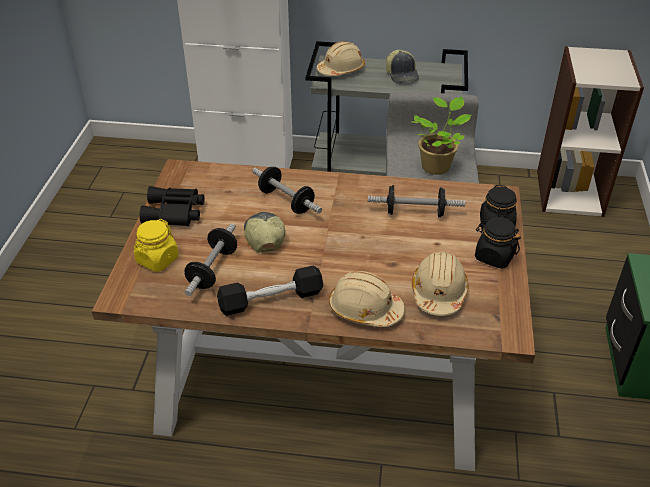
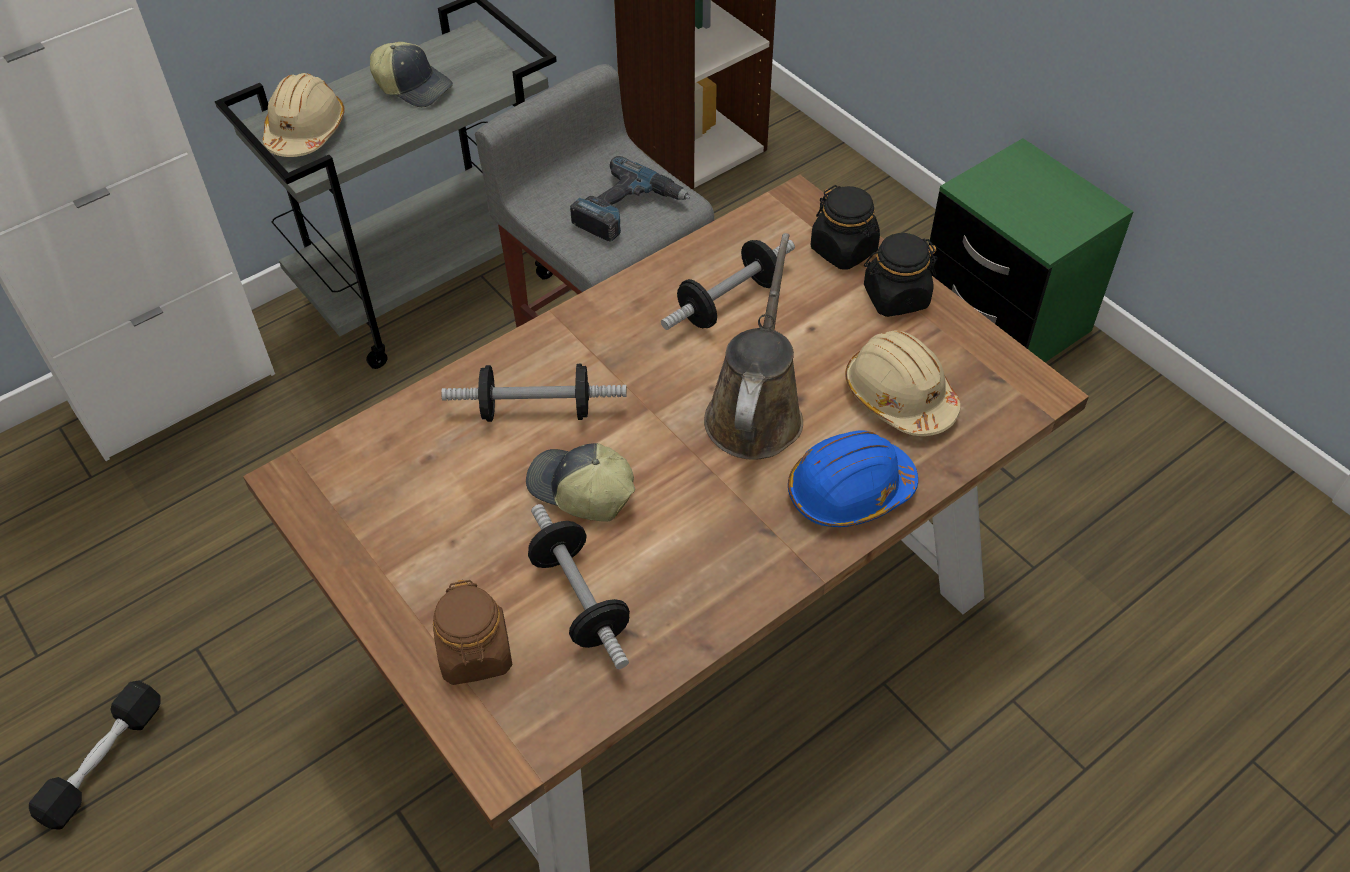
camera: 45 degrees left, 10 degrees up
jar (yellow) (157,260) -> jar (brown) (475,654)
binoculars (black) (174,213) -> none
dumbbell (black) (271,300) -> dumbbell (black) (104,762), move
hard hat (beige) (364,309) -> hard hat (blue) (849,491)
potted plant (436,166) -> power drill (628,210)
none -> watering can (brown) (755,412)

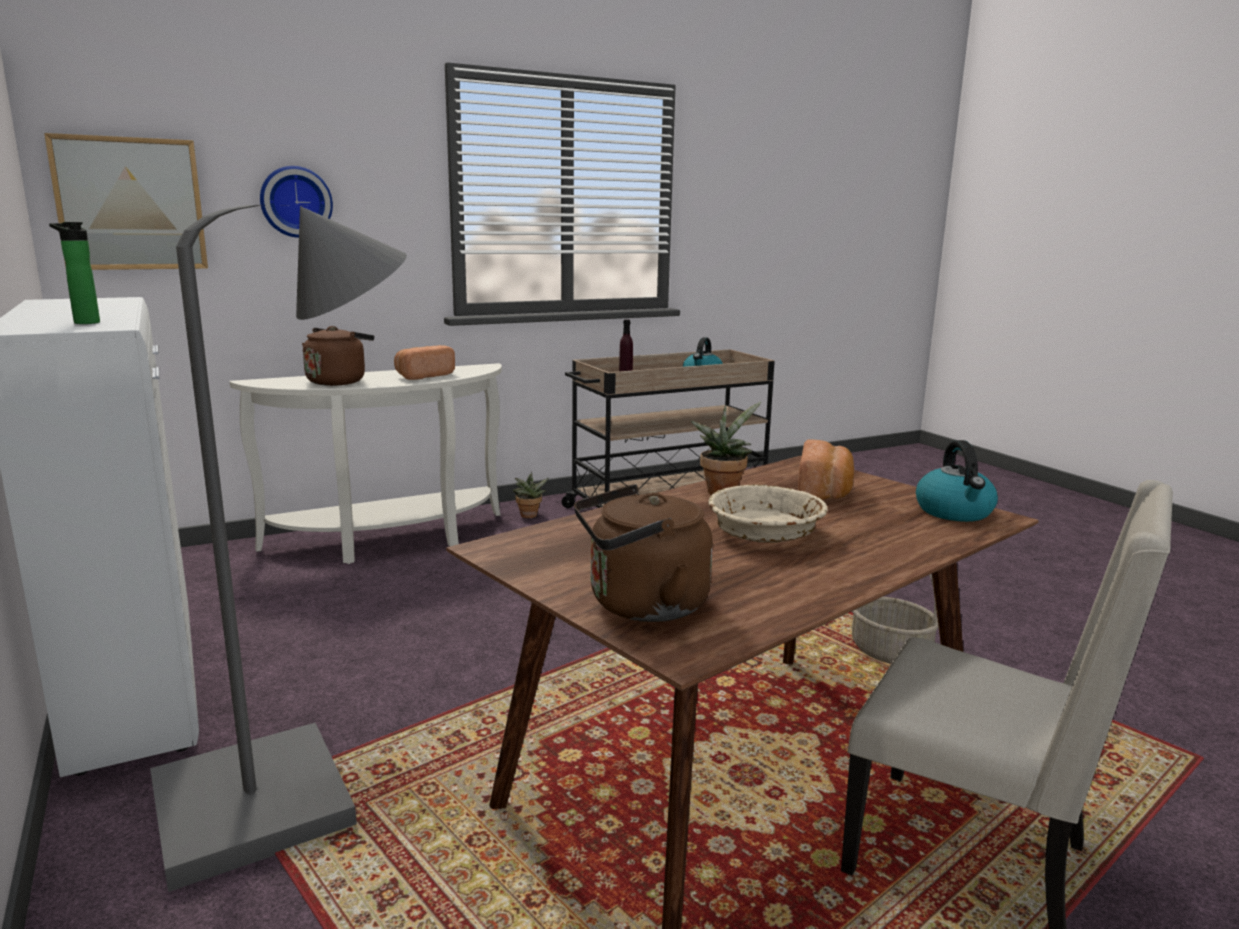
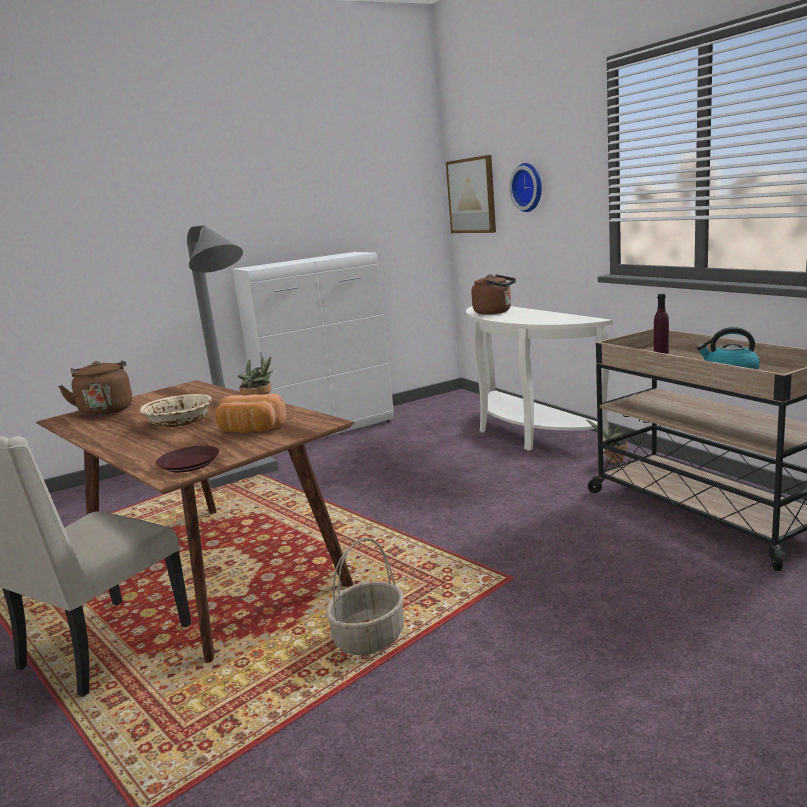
camera: 90 degrees right, 0 degrees up
bottle (84,322) -> none
bread (423,376) -> none
kettle (955,512) -> plate (brown) (189,464)

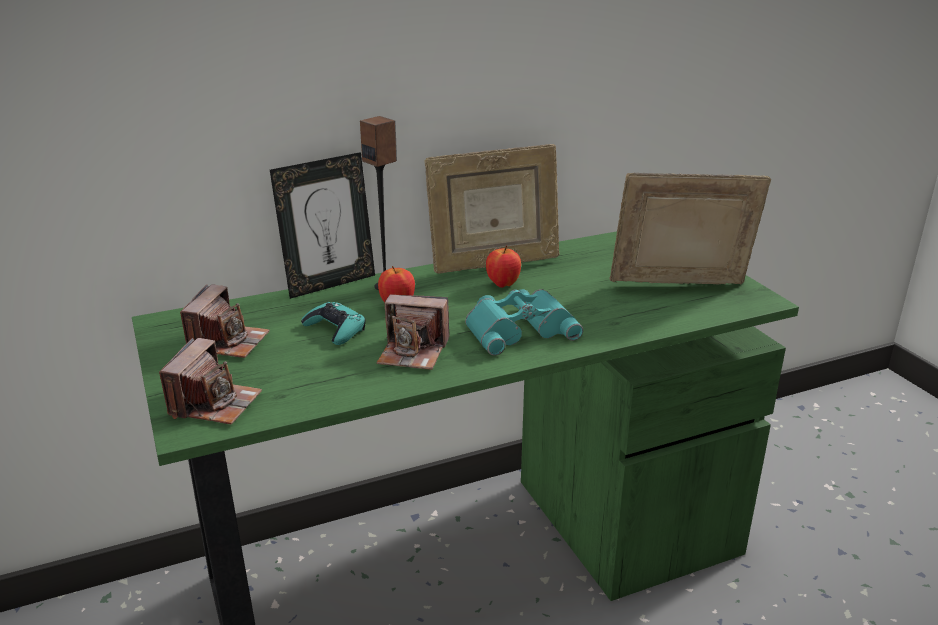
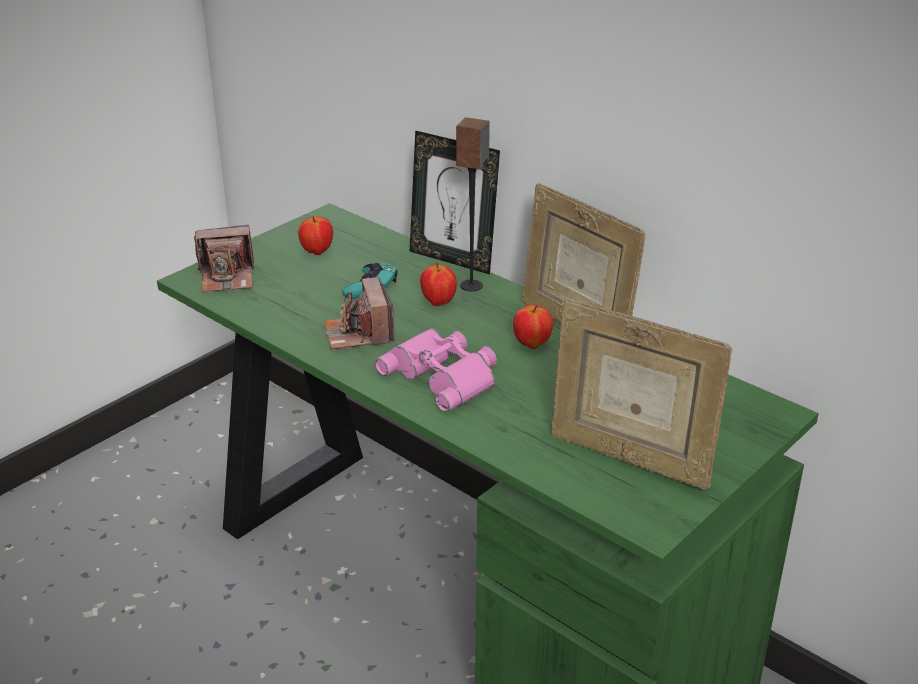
camera: 65 degrees right, 5 degrees up
photo camera (228,342) -> apple (317,251)
binoculars (turquoise) (519,328) -> binoculars (pink) (444,375)
picture frame (679,288) -> picture frame (629,457), 150 degrees clockwise

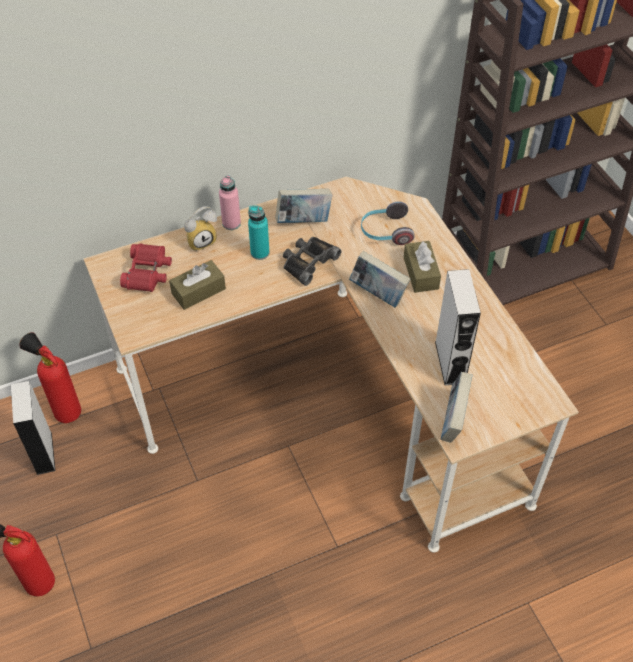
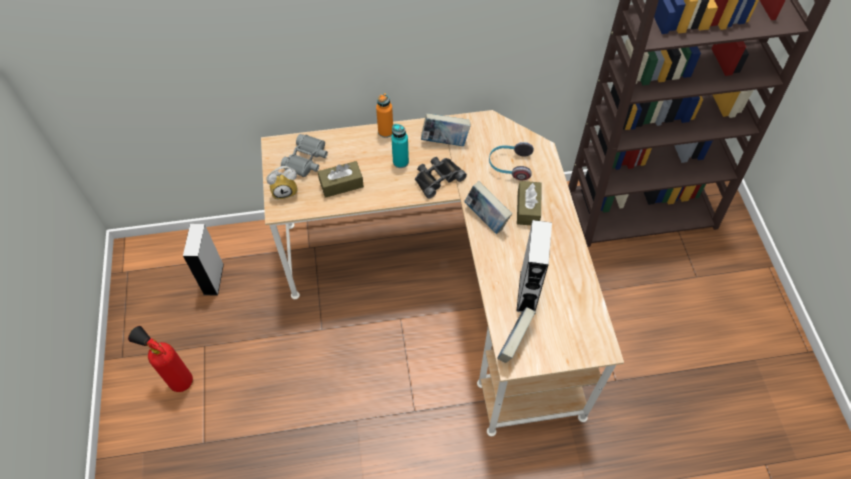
camera: 15 degrees right, 5 degrees up
fire extinguisher (64,410) -> none
binoculars (red) (148,273) -> binoculars (grey) (307,160)
alarm clock (201,240) -> alarm clock (285,190), move
bottle (pink) (231,223) -> bottle (orange) (385,132)

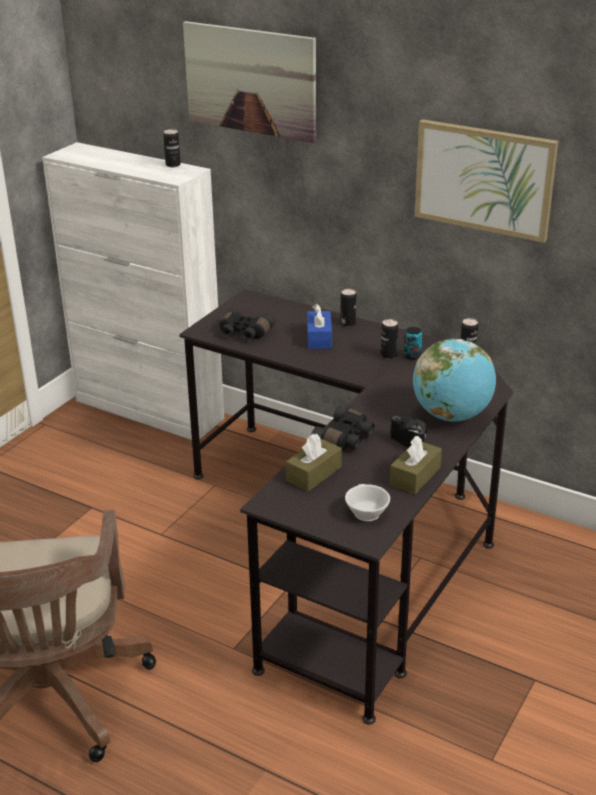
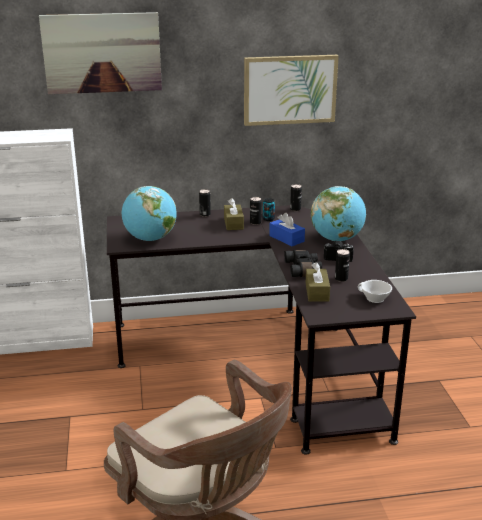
camera: 40 degrees left, 5 degrees down
can (173,165) -> can (341,279), move
binoculars (black) (244,333) -> globe (150,239)
tissue box (blue) (319,338) -> tissue box (blue) (286,238), move
tissue box (brown) (415,476) -> tissue box (brown) (233,223), move

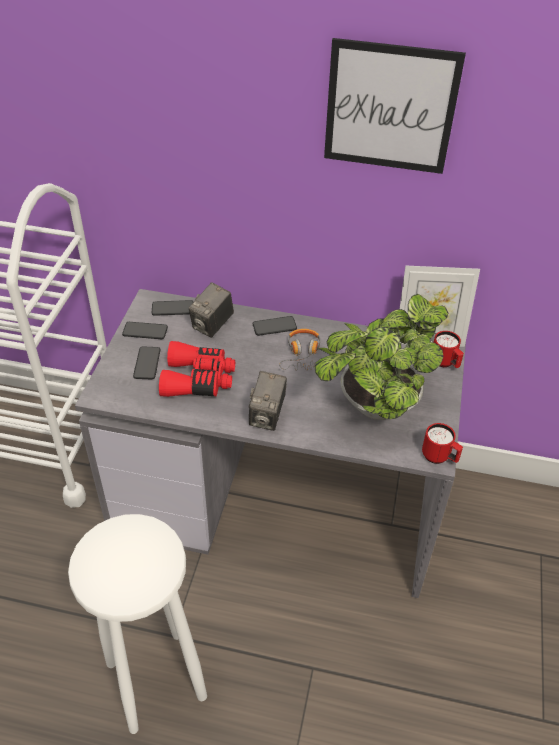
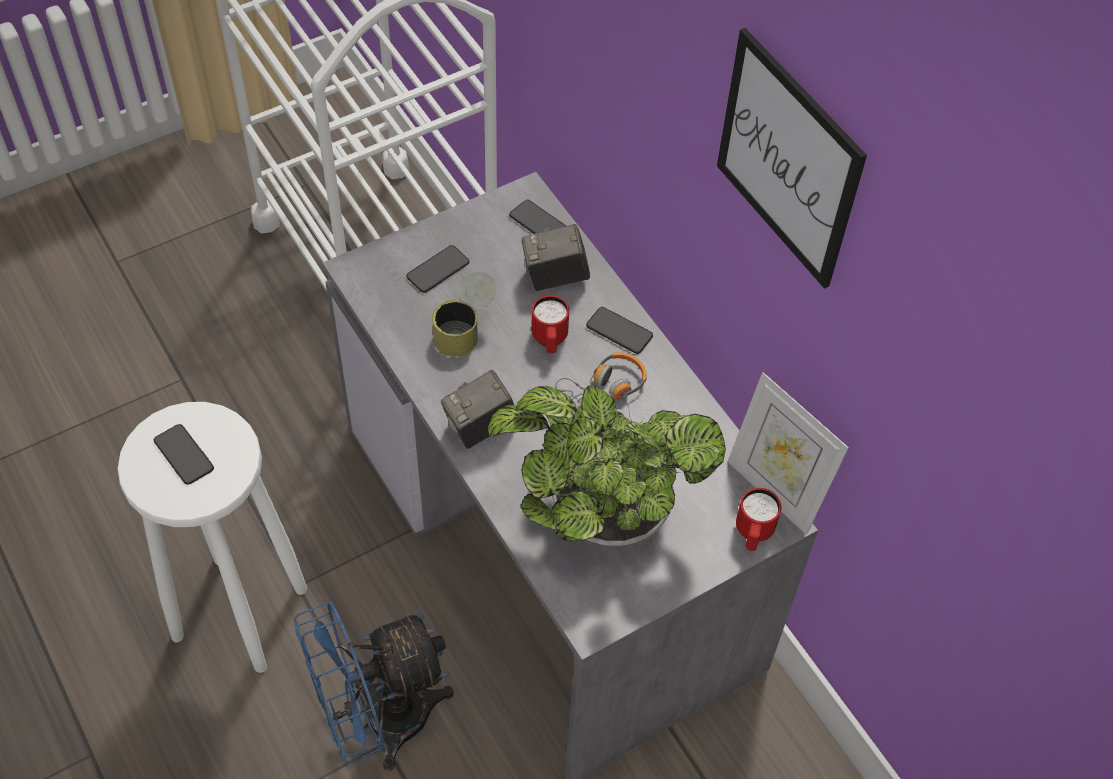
camera: 45 degrees right, 10 degrees up
phone (145,331) -> phone (184,455), move
binoculars (red) (198,379) -> can (465,330)
mug (red) (439,457) -> mug (red) (549,341), move
none -> fan (blue) (379,721)

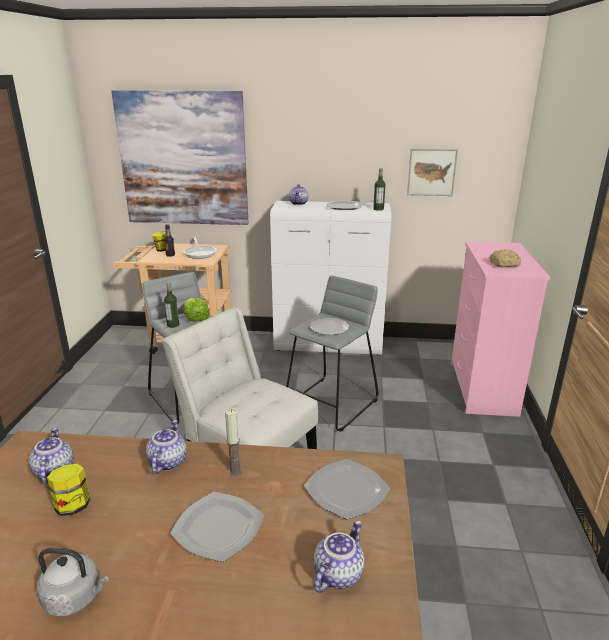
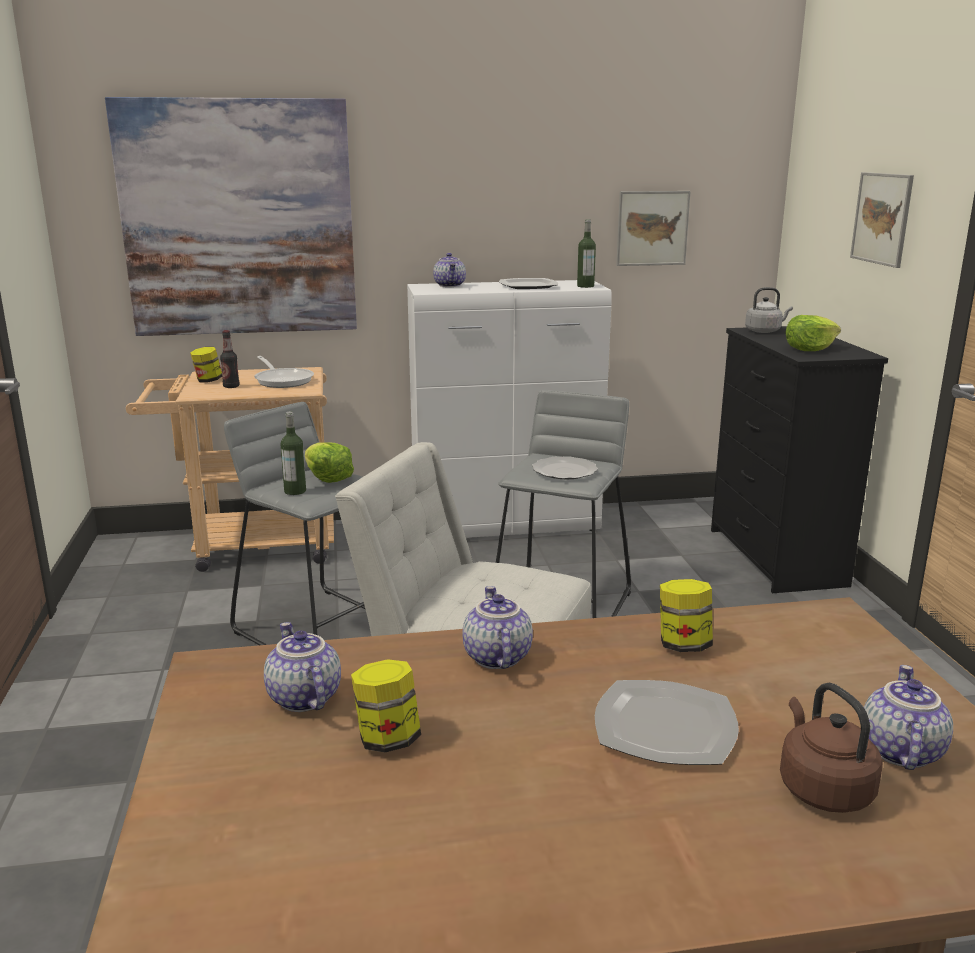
camera: 15 degrees left, 5 degrees down
kettle (grey) (76,597) -> kettle (grey) (764,331), move
candle (235,471) -> none
plate (347,491) -> none
dresser (pink) (482,388) -> dresser (black) (775,557)
bread (503,264) -> lettuce (809,349)
none -> jar (683,645)
none -> kettle (brown) (822,788)
none -> picture (882,218)

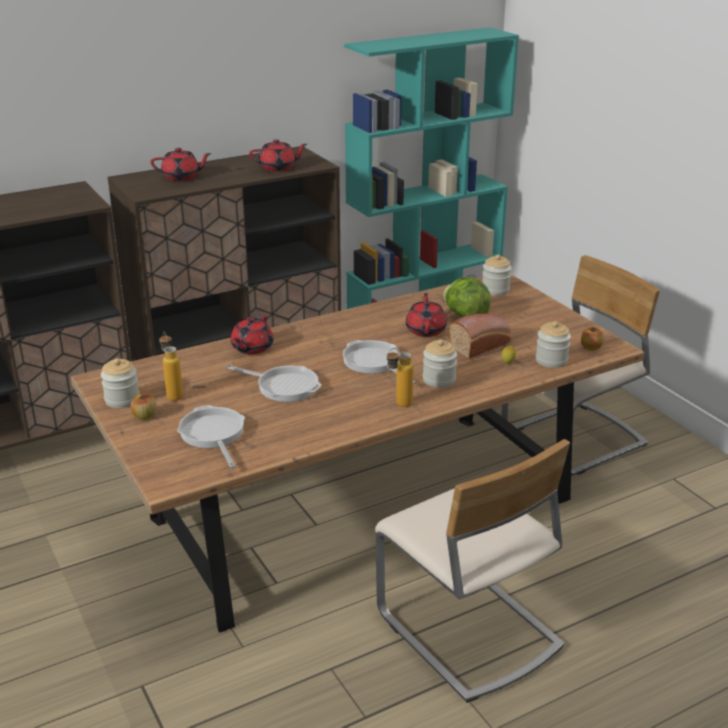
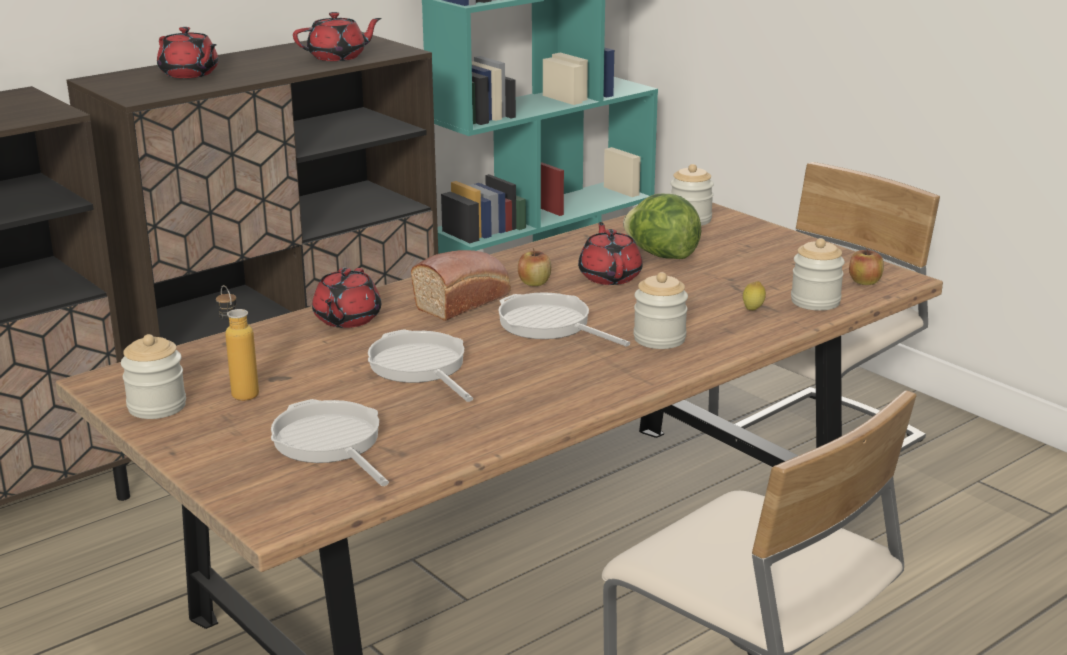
camera: 10 degrees left, 5 degrees down
apple (144,416) -> apple (534,283), move
teapot (red) (182,177) -> teapot (red) (190,74), 60 degrees clockwise
frying pan (284,386) -> frying pan (420,367), 135 degrees counterclockwise
bottle (398,405) -> none
bread (482,345) -> bread (465,301), move

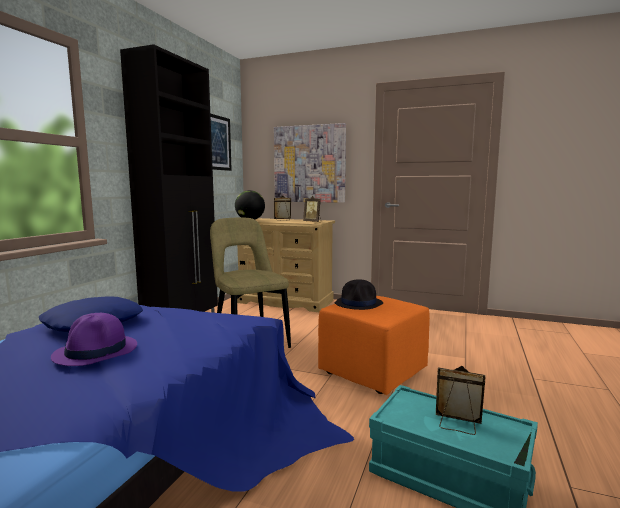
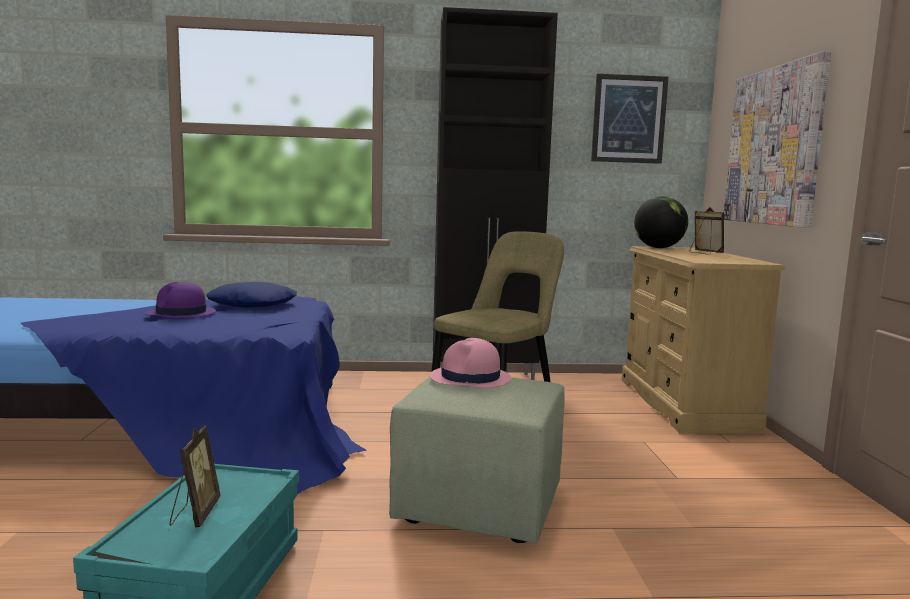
camera: 65 degrees right, 0 degrees up
picture frame (313,222) -> none
ottoman (orange) (373,371) -> ottoman (green) (481,506)
hat (black) (359,303) -> hat (pink) (470,379)

